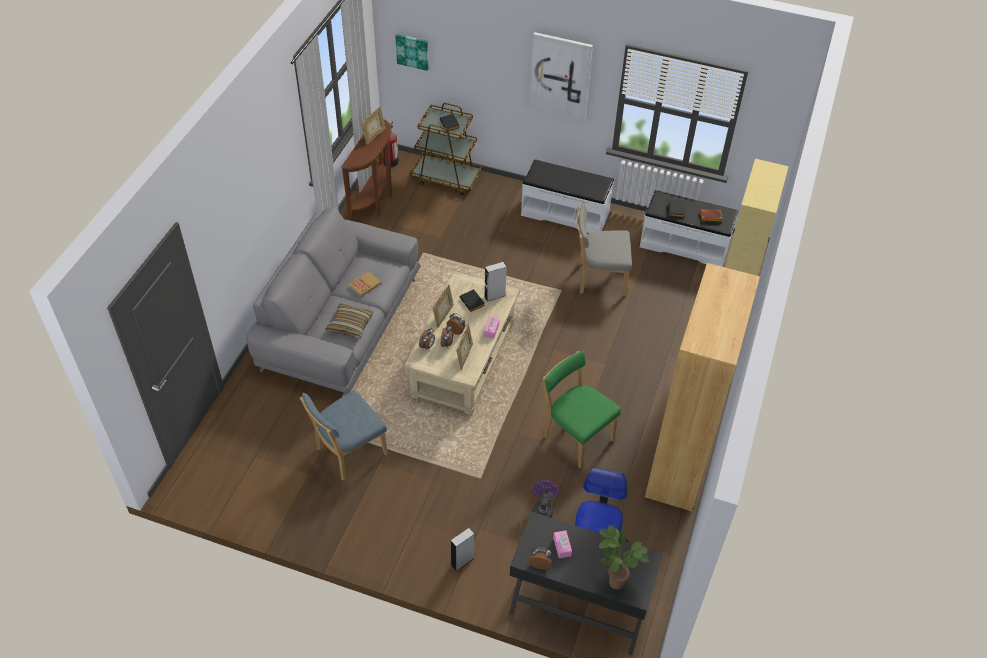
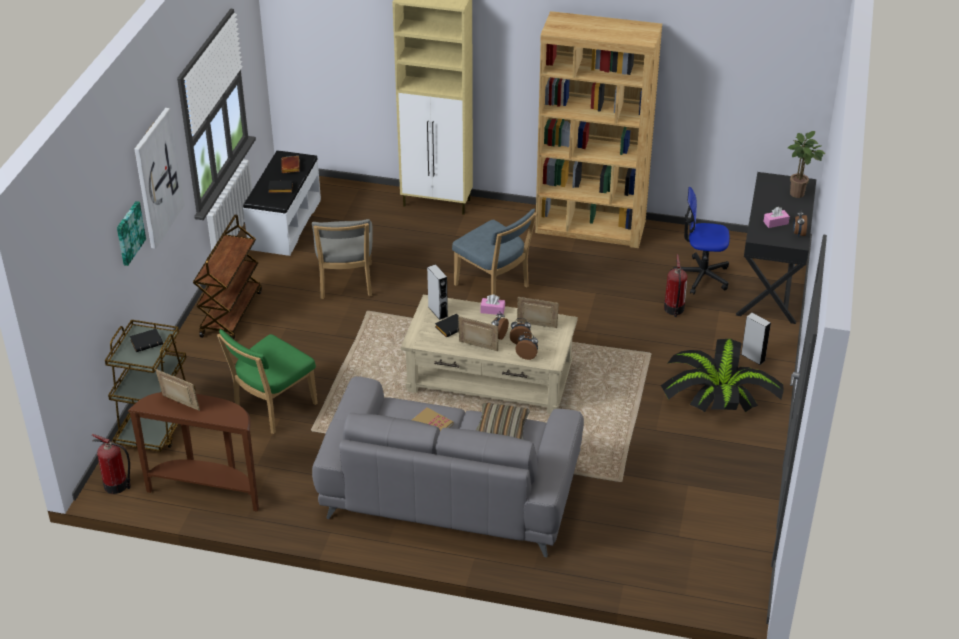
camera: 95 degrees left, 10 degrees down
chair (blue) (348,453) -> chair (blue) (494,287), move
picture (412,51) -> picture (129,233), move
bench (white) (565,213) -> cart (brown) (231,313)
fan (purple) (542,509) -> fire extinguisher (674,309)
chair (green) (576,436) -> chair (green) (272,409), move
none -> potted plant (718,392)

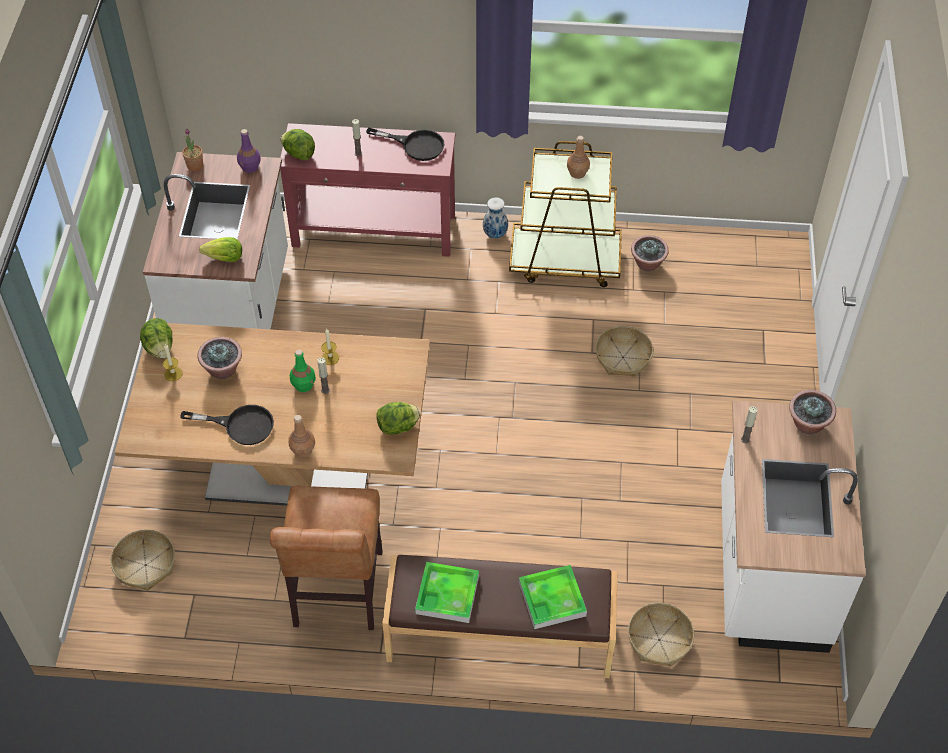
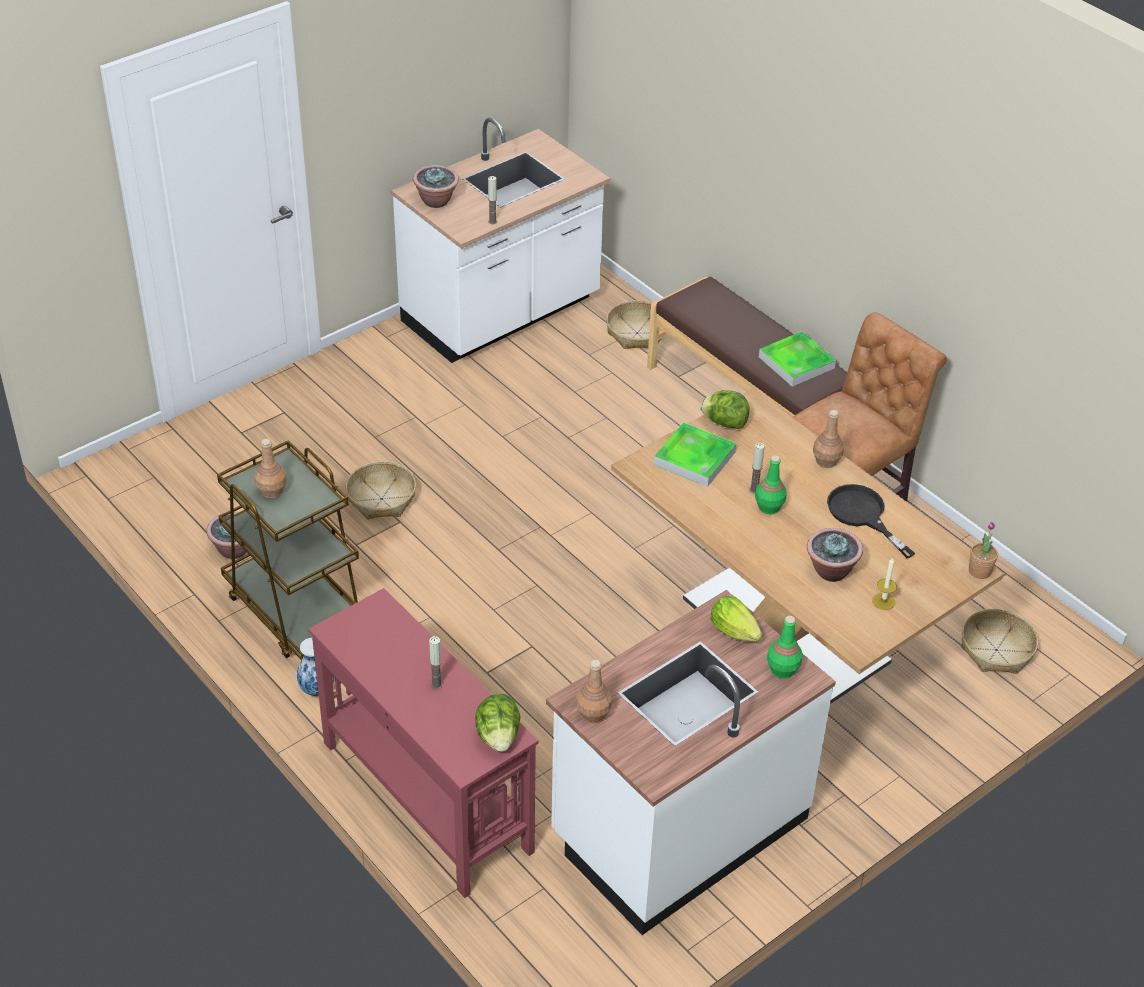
camera: 135 degrees left, 10 degrees down
lettuce (160,348) -> none
potted plant (195,165) -> potted plant (979,571), move
bottle (purple) (250,167) -> bottle (brown) (593,713)
candle (330,358) -> none
frying pan (black) (416,145) -> none
tray (552,599) -> tray (694,458), move
none -> bottle (green) (782,669)

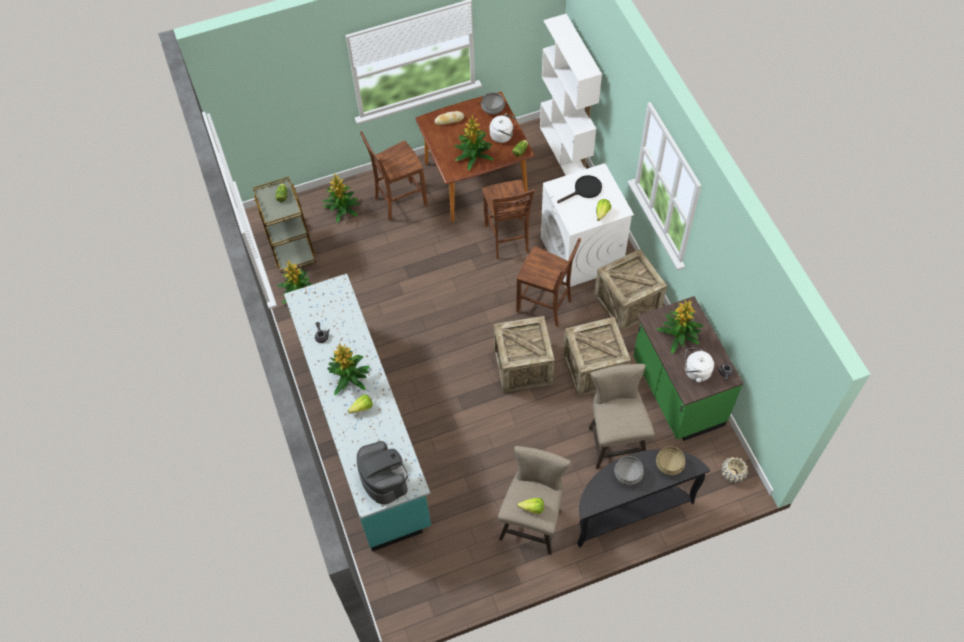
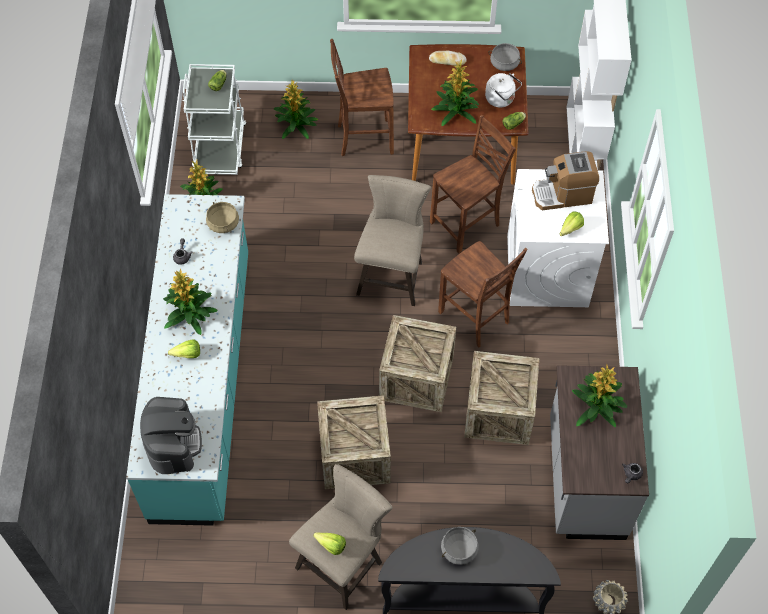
camera: 20 degrees right, 0 degrees up
cart (brown) (290,245) -> cart (white) (220,147)
chair (brown) (507,239) -> chair (brown) (467,224), 135 degrees counterclockwise
frying pan (black) (584,190) -> coffee machine (562,194)
stool (beige) (615,439) -> stool (beige) (392,274), move
crate (627,303) -> crate (354,456), move
counter (green) (676,393) -> counter (grey) (584,478)
cooking pot (beige) (669,464) -> cooking pot (beige) (223,223), move
kettle (white) (695,371) -> none

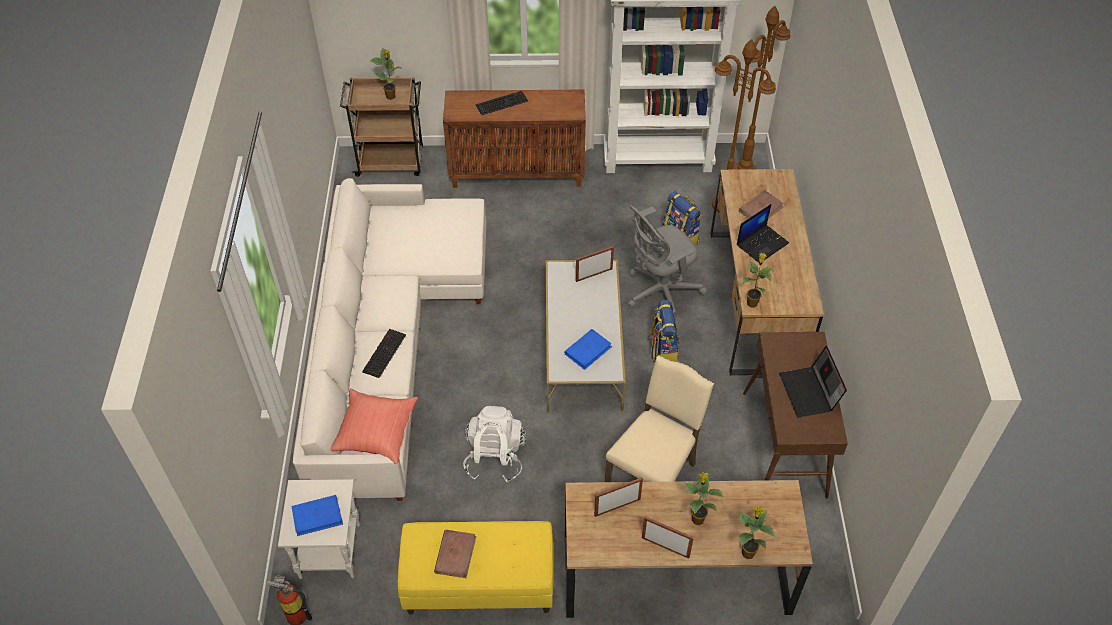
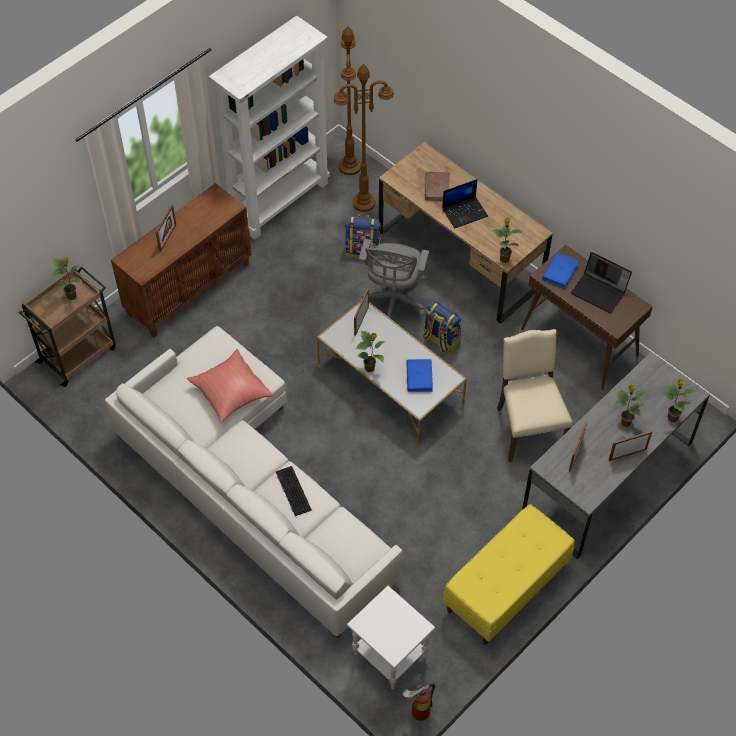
camera: 45 degrees left, 5 degrees up
book (blue) (317,516) -> book (blue) (560,271), move
pillow (red) (375,433) -> pillow (red) (230,393), move
book (brown) (455,554) -> none
backpack (white) (495,457) -> none
keyboard (502,102) -> picture frame (167,238)
desk (brown) (675,574) -> desk (grey) (607,477)
laptop (762,243) -> laptop (465,212), 60 degrees clockwise
none -> potted plant (370,368)

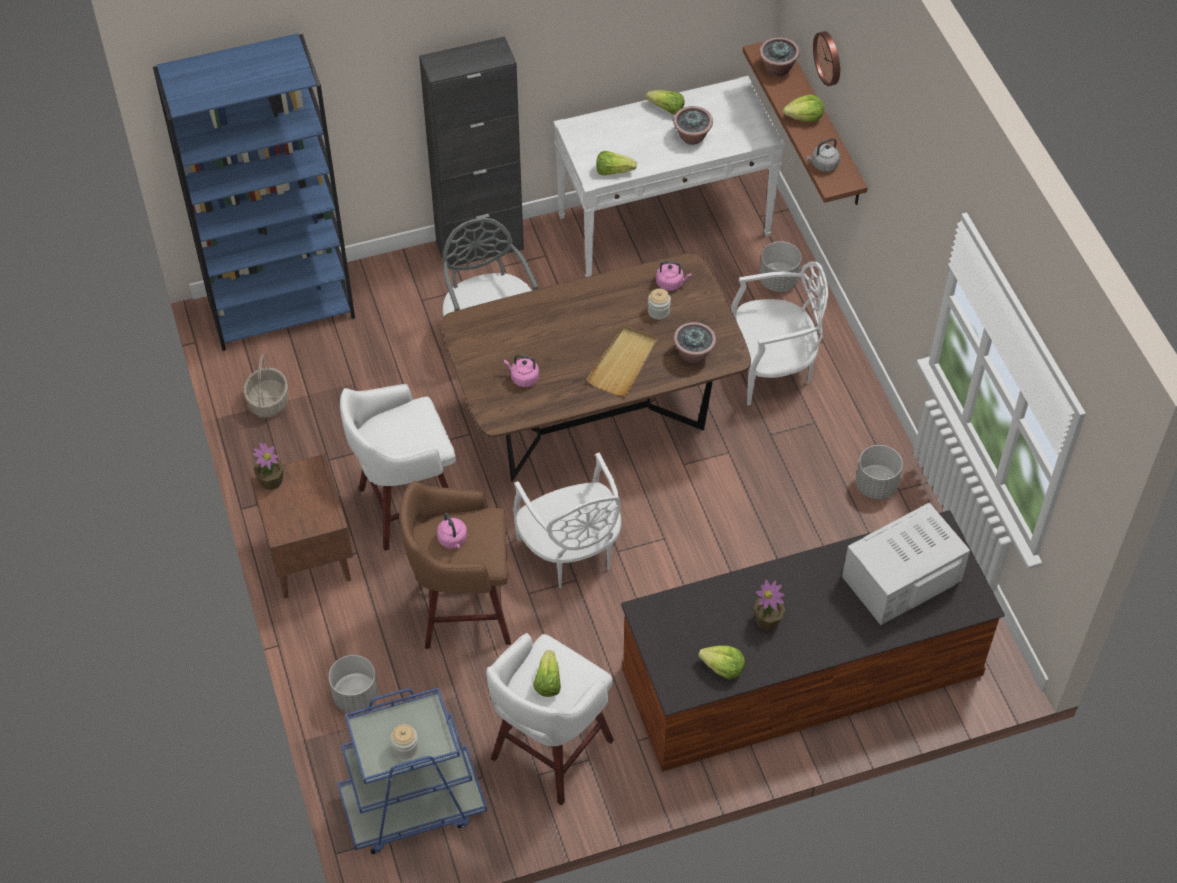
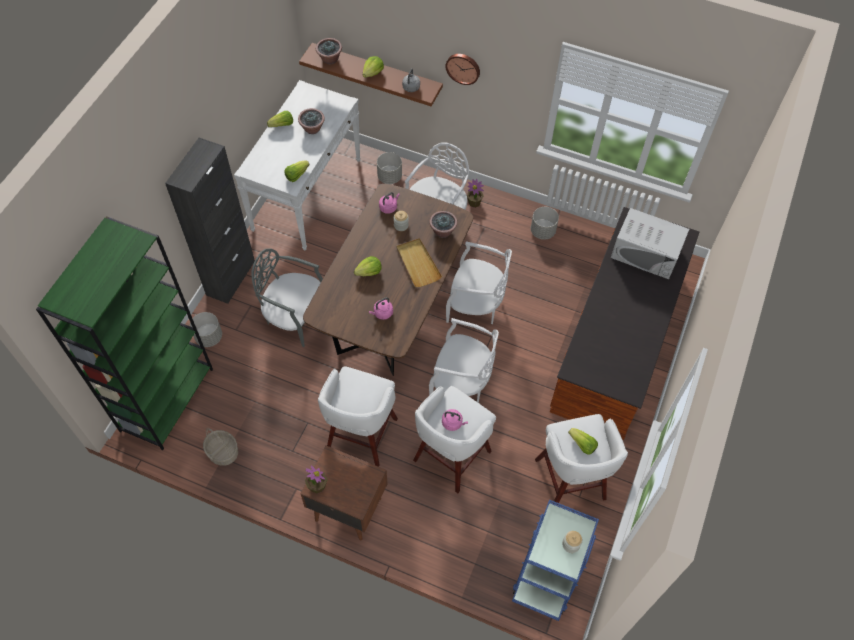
camera: 50 degrees left, 5 degrees up
bookcase (blue) (282,308) -> bookcase (green) (167,399)
planter (grey) (356,696) -> planter (grey) (209,337), move
stool (brown) (462,610) -> stool (white) (450,458)
lettuce (723,668) -> lettuce (369,272), move
potted plant (767,621) -> potted plant (474,202), move
wall clock (829,58) -> wall clock (463,68), move
microwave (white) (901,578) -> microwave (white) (645,253), 75 degrees counterclockwise
none -> chair (white) (475,305)

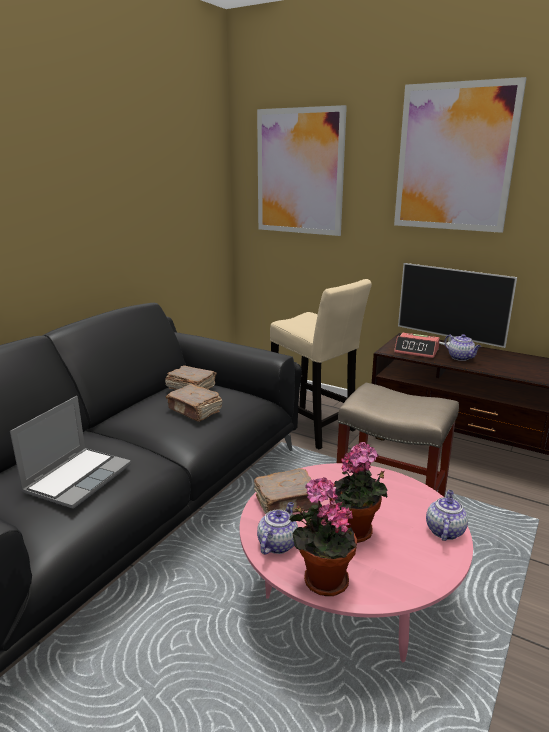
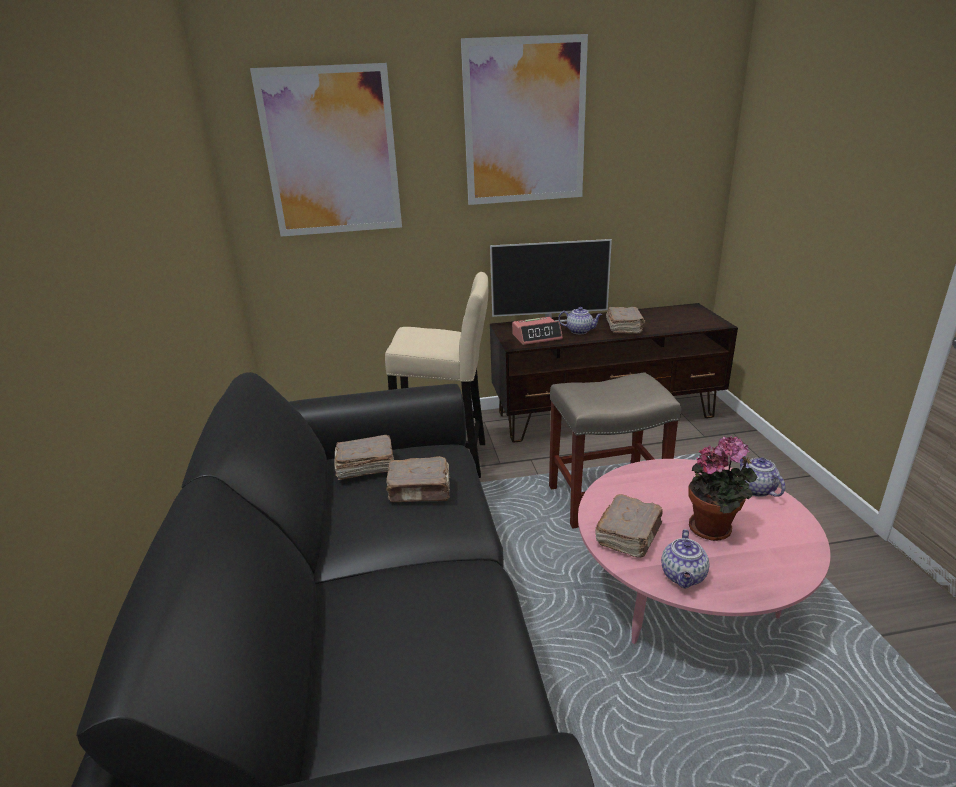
camera: 40 degrees left, 5 degrees up
laptop (78,478) -> none
teapot (277,544) -> teapot (683,577), 150 degrees counterclockwise
potted plant (321,580) -> none
none -> book (brown) (624,328)

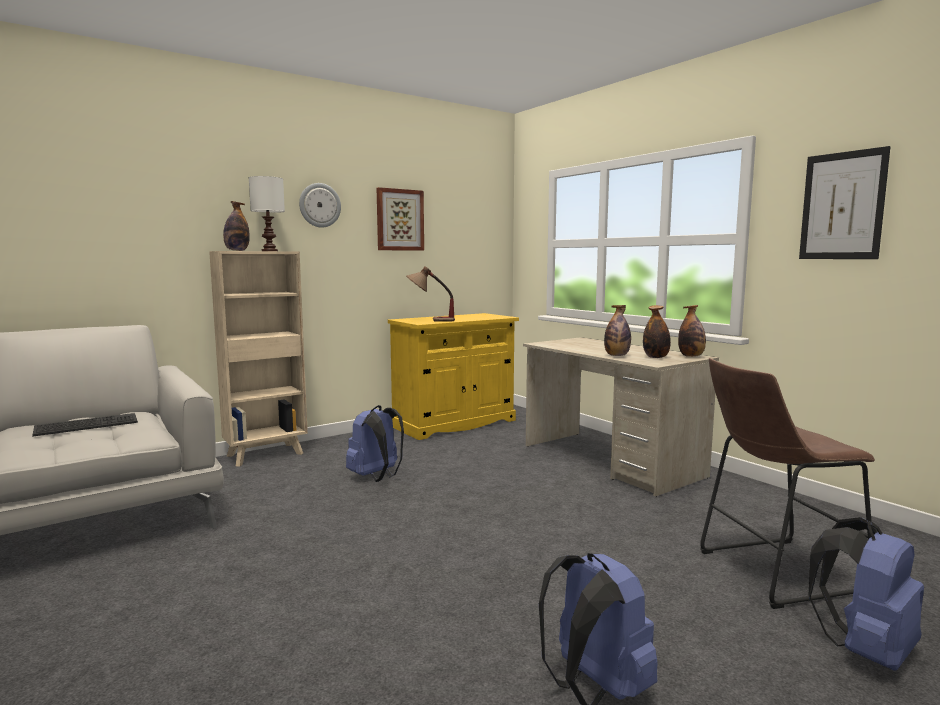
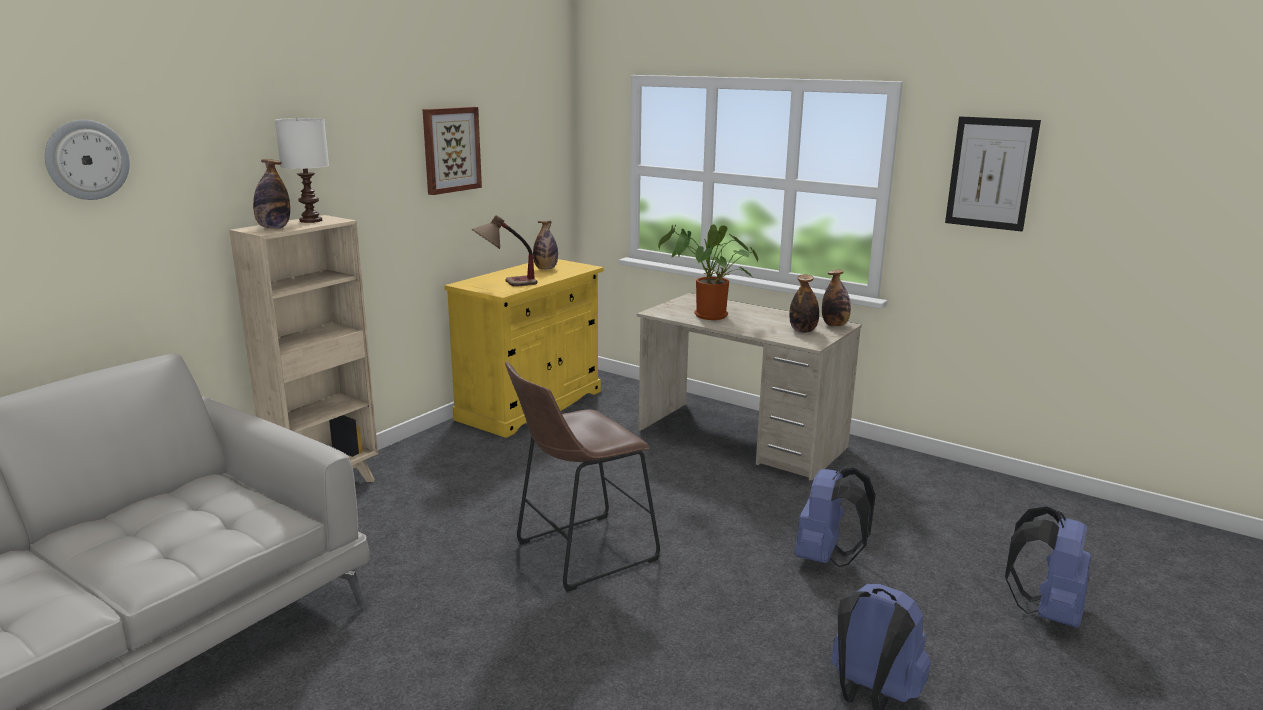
camera: 20 degrees left, 10 degrees up
keyboard (86,425) -> none
wall clock (319,205) -> wall clock (87,160), move
backpack (blue) (377,477) -> backpack (blue) (826,558), move
bottle (616,355) -> bottle (545,269), move
stool (brown) (772,572) -> stool (brown) (579,553), move
none -> potted plant (707,316)

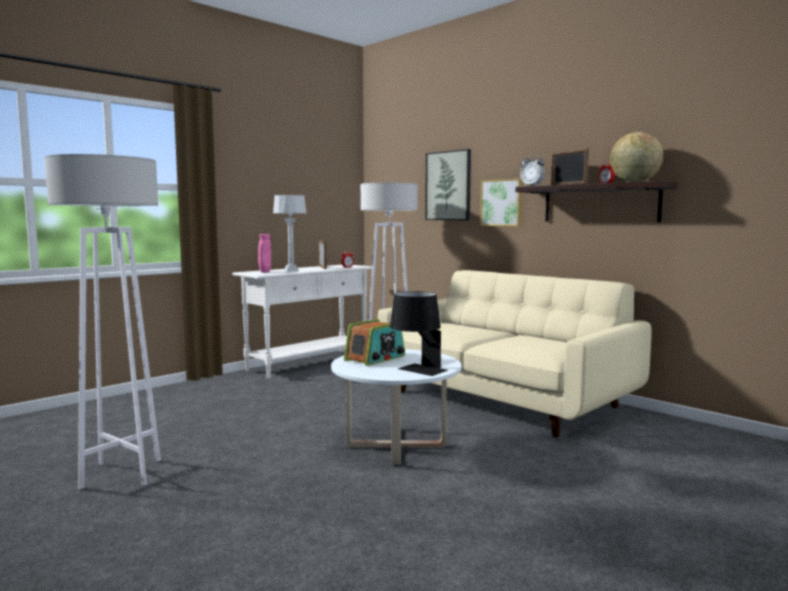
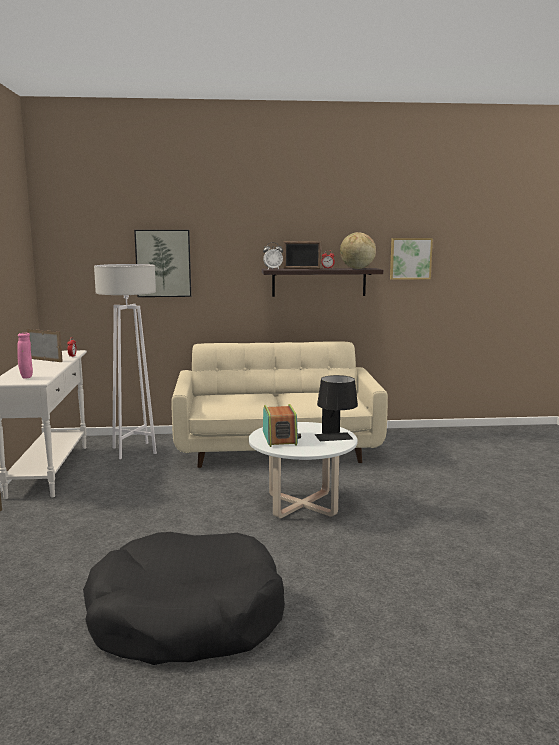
camera: 50 degrees left, 5 degrees up
floor lamp (white) (121,474) -> dog bed (black) (186,617)
table lamp (grey) (291,271) -> none
picture (502,202) -> picture (410,258), move

